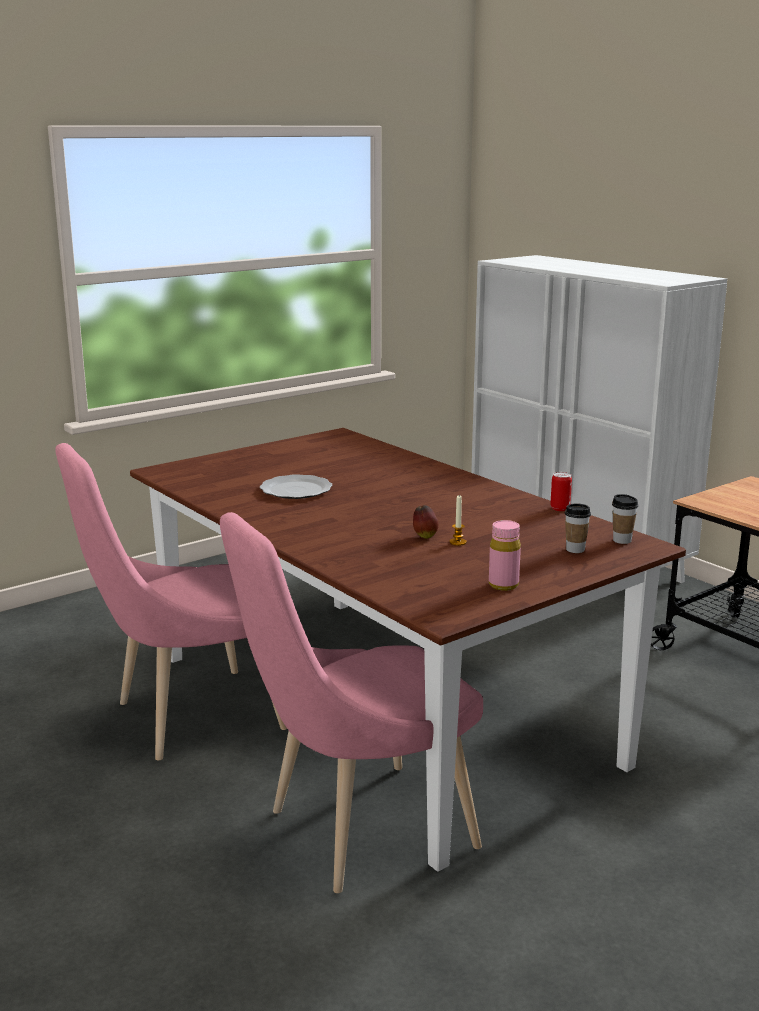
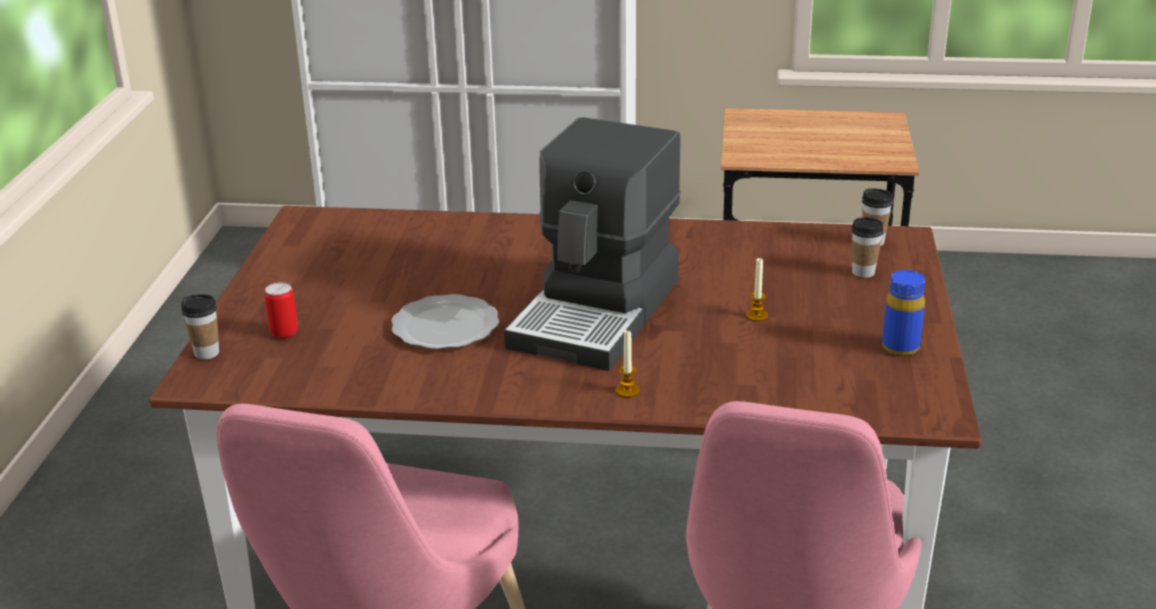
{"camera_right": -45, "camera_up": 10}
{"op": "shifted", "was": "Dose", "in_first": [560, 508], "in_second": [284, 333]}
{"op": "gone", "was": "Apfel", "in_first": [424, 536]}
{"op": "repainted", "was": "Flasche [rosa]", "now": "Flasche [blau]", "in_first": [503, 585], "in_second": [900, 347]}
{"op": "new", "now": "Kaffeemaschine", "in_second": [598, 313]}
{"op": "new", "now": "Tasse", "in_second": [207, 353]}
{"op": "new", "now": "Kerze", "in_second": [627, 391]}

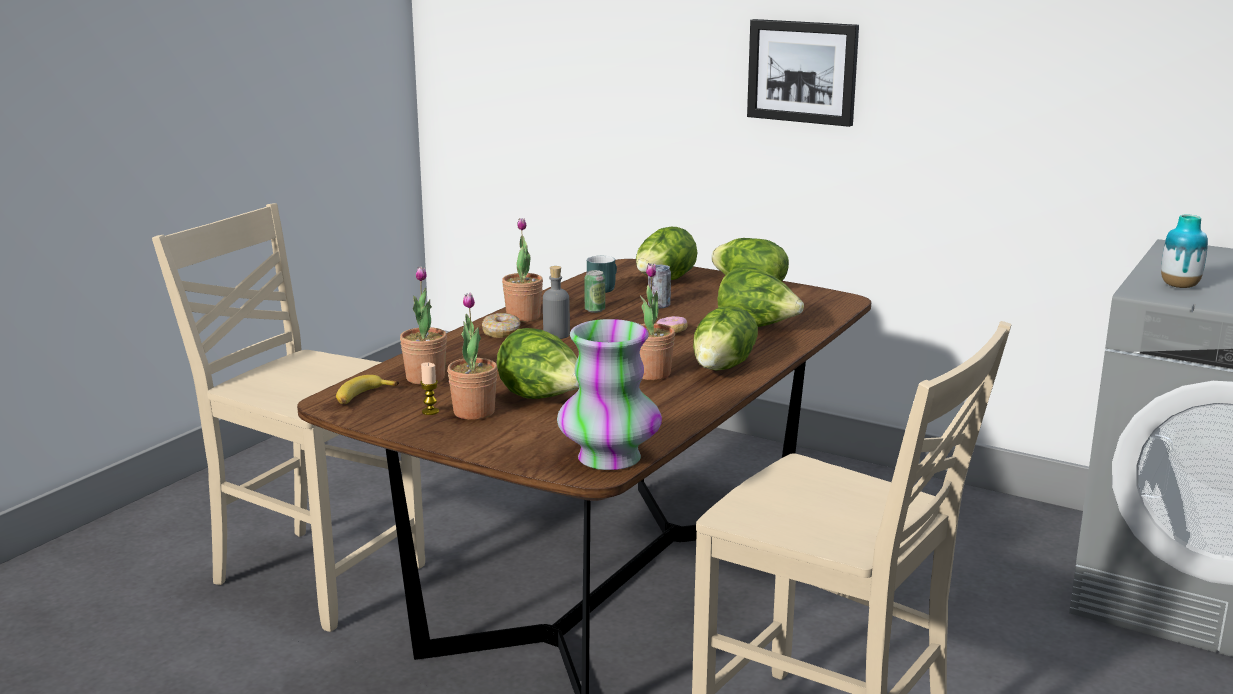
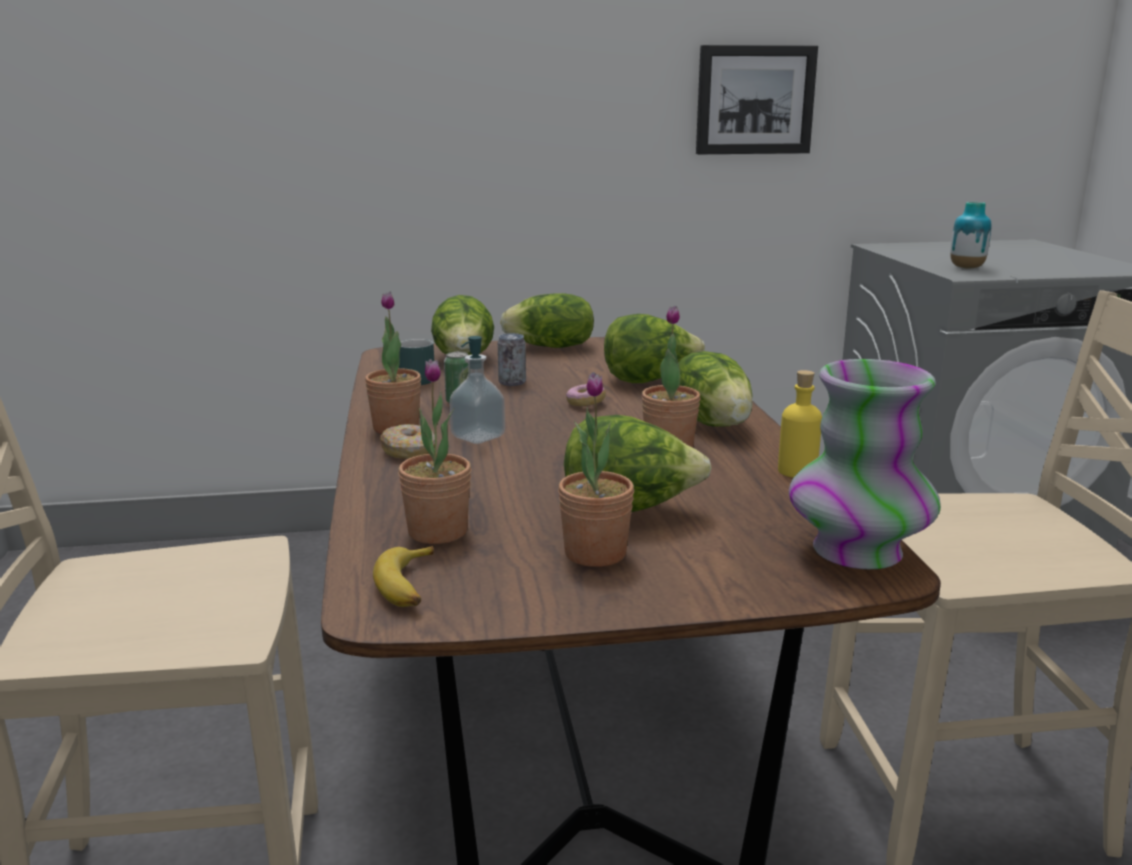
{"camera_right": -40, "camera_up": 0}
{"op": "shifted", "was": "Bild", "in_first": [803, 71], "in_second": [754, 100]}
{"op": "swapped", "was": "Flasche [grau]", "now": "Seifenspender", "in_first": [556, 335], "in_second": [478, 437]}
{"op": "gone", "was": "Kerze", "in_first": [430, 411]}
{"op": "new", "now": "Flasche [gelb]", "in_second": [797, 471]}

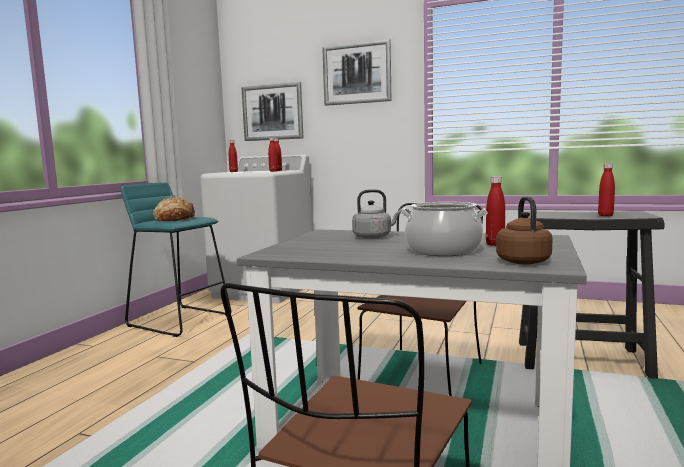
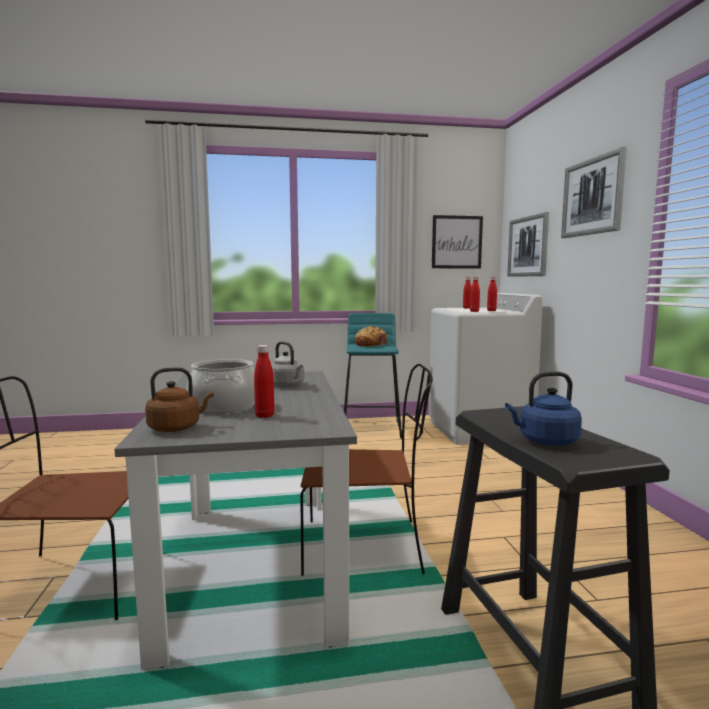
{"camera_right": 60, "camera_up": 0}
{"op": "swapped", "was": "Flasche [rot]", "now": "Wasserkessel [blau]", "in_first": [605, 215], "in_second": [545, 441]}
{"op": "new", "now": "Bild", "in_second": [456, 242]}

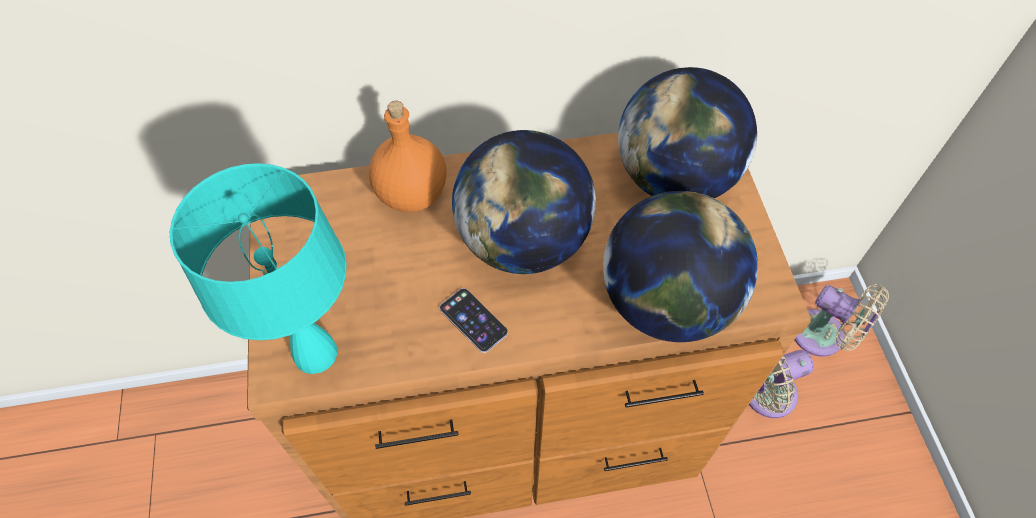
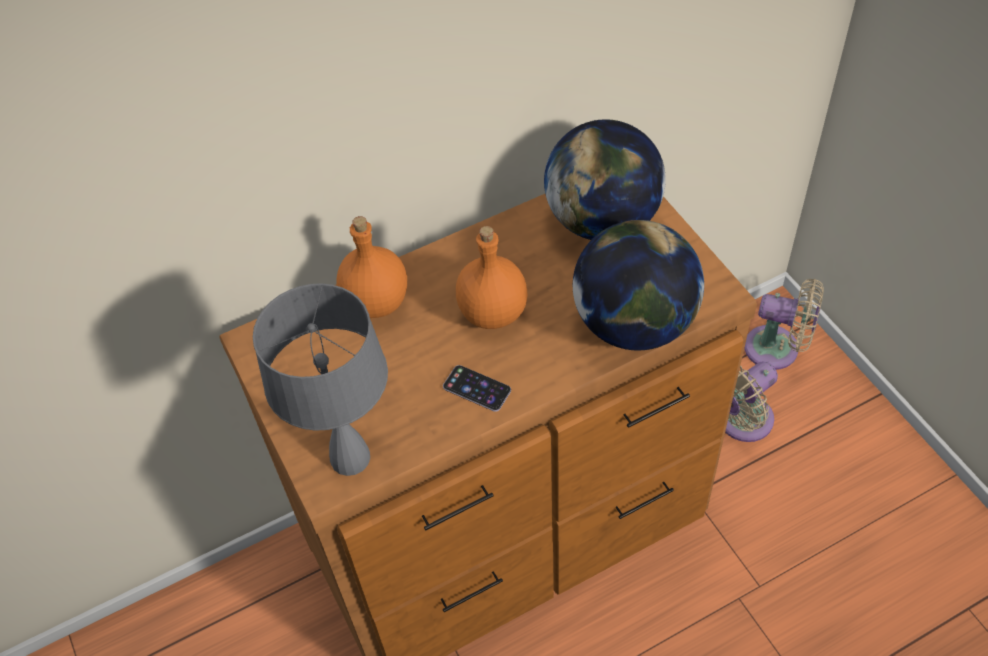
{"camera_right": -15, "camera_up": -5}
{"op": "swapped", "was": "Globus", "now": "Flasche [orange]", "in_first": [523, 241], "in_second": [493, 311]}
{"op": "repainted", "was": "Tischlampe [türkis]", "now": "Tischlampe [grau]", "in_first": [316, 353], "in_second": [351, 457]}

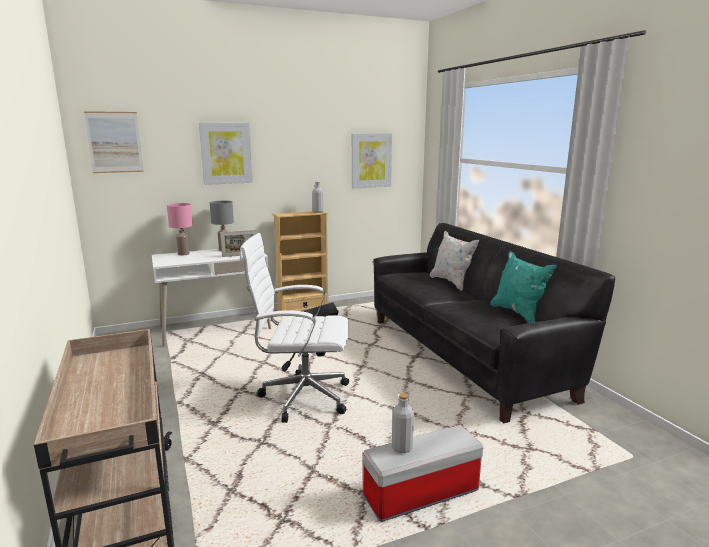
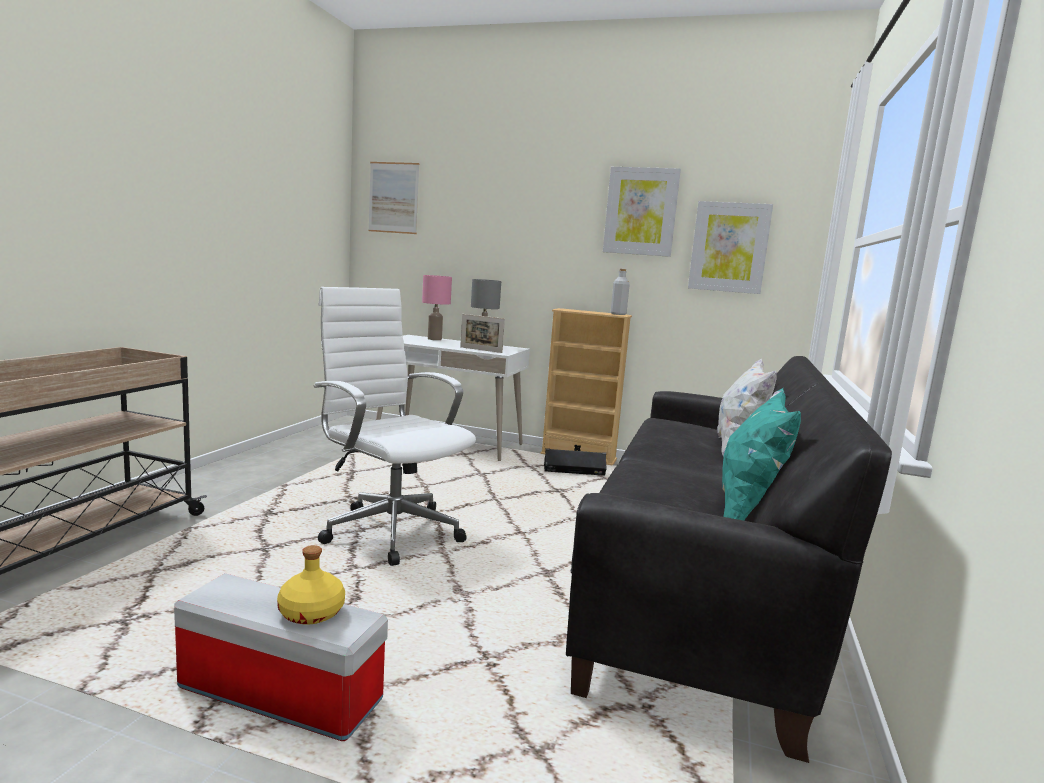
{"camera_right": 40, "camera_up": -5}
{"op": "shifted", "was": "Bild", "in_first": [226, 153], "in_second": [641, 211]}
{"op": "gone", "was": "Flasche [grau]", "in_first": [402, 447]}
{"op": "new", "now": "Flasche [gelb]", "in_second": [311, 613]}

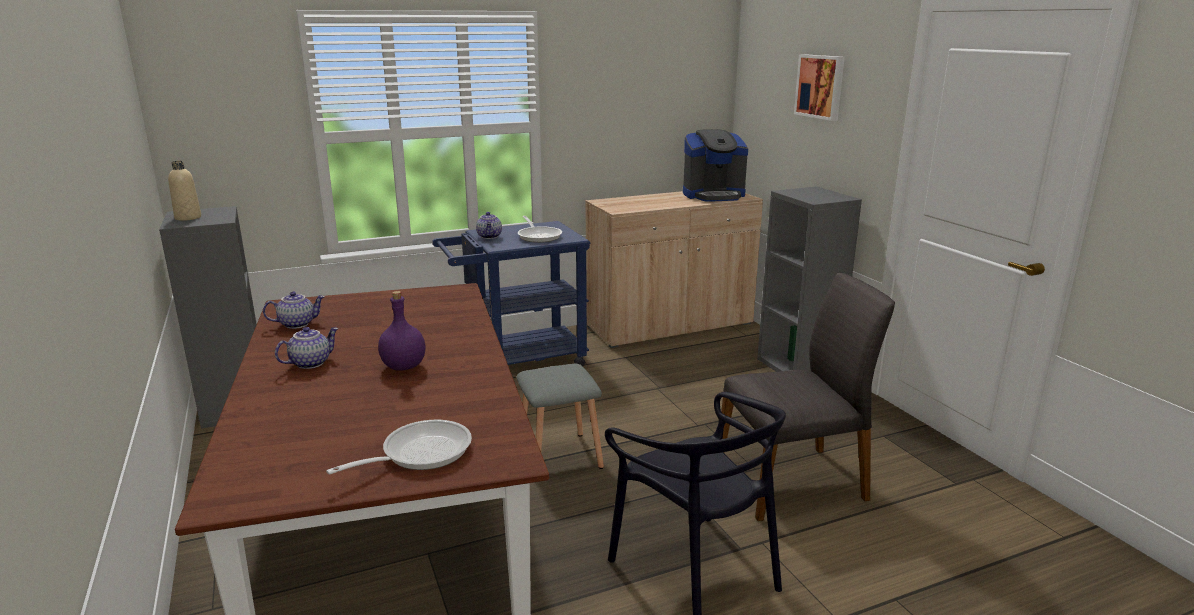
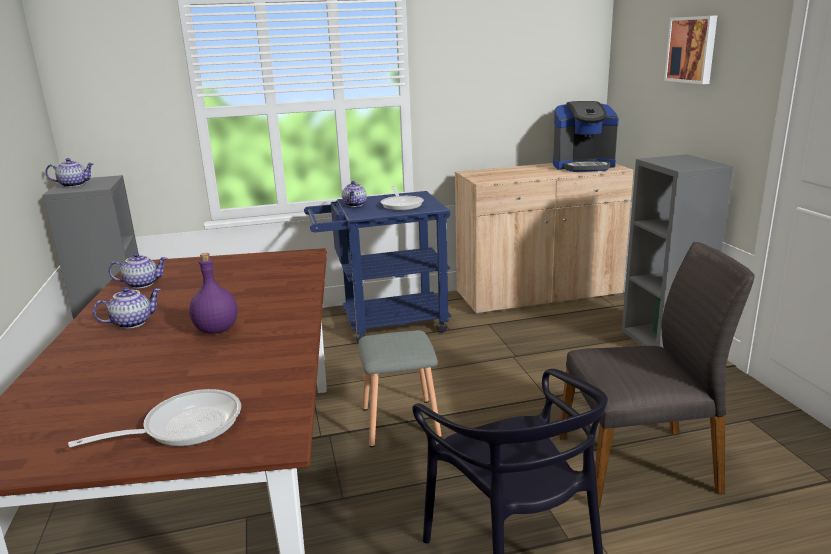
{"camera_right": 10, "camera_up": 0}
{"op": "swapped", "was": "Flasche [beige]", "now": "Teekanne", "in_first": [188, 217], "in_second": [74, 185]}

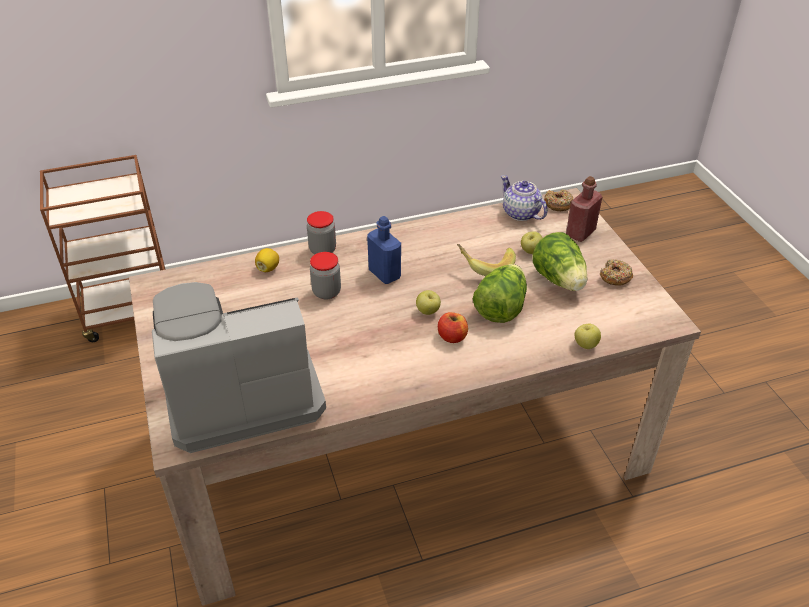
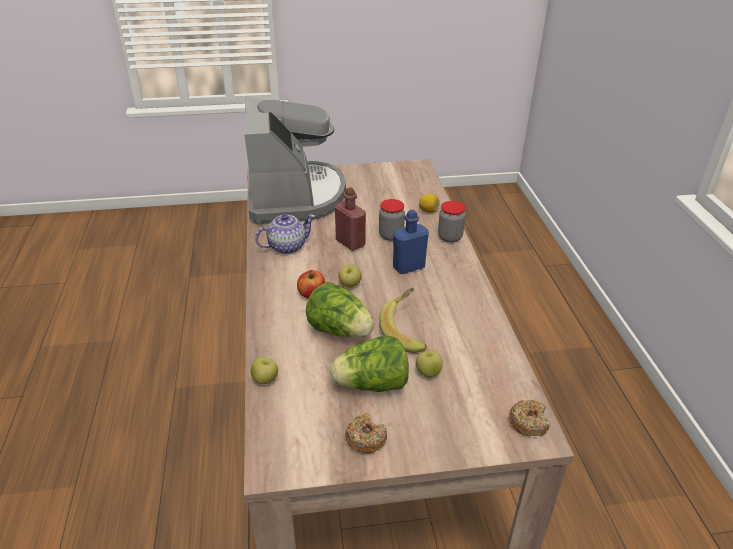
{"camera_right": 100, "camera_up": -5}
{"op": "gone", "was": "Rollwagen [braun]", "in_first": [131, 312]}
{"op": "shifted", "was": "Teekanne", "in_first": [521, 213], "in_second": [286, 246]}
{"op": "shifted", "was": "Flasche [rot]", "in_first": [580, 233], "in_second": [350, 243]}

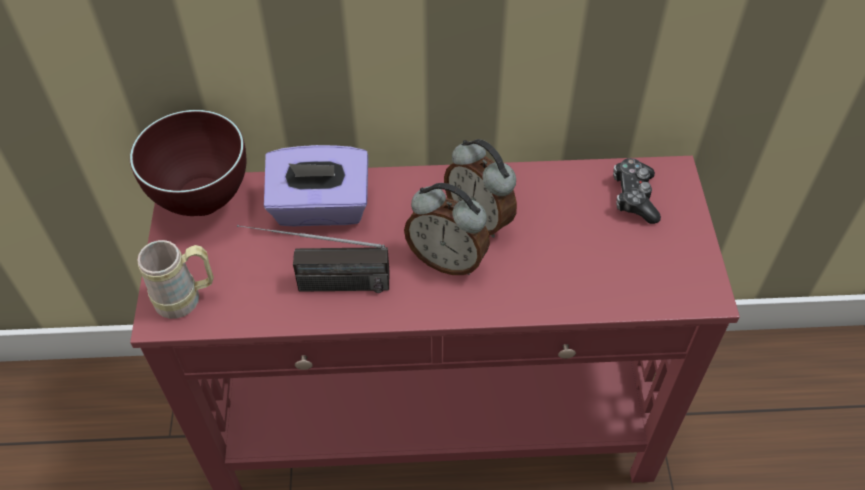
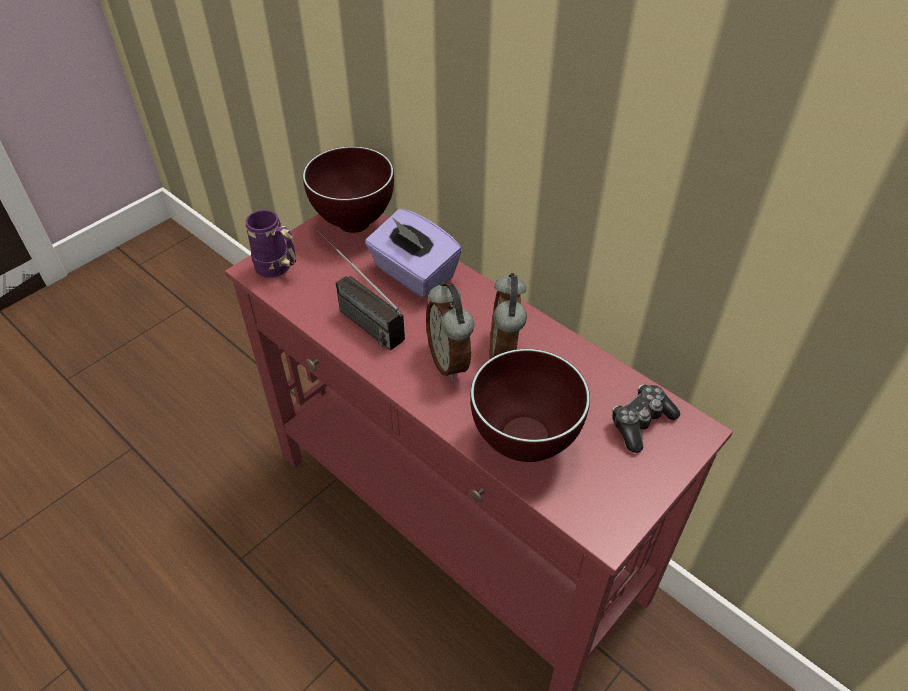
{"camera_right": 45, "camera_up": -5}
{"op": "repainted", "was": "Henkelbecher [beige]", "now": "Henkelbecher [lila]", "in_first": [187, 299], "in_second": [278, 269]}
{"op": "new", "now": "Schüssel [braun]", "in_second": [523, 445]}

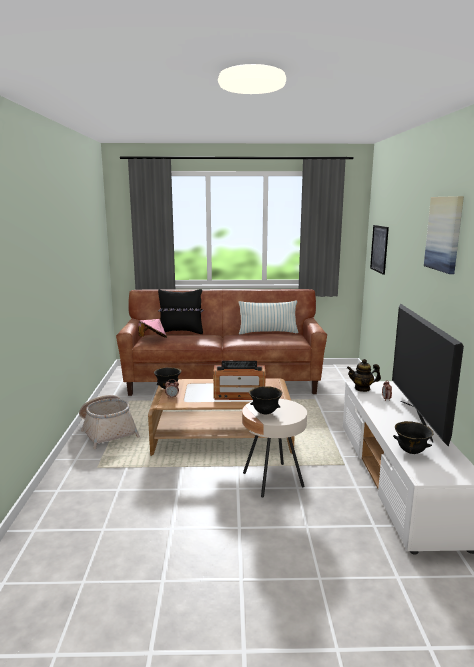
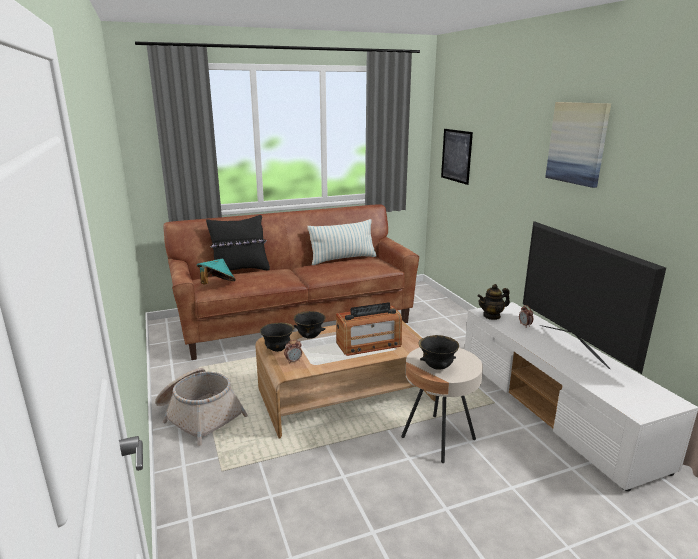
{"camera_right": -20, "camera_up": 5}
{"op": "repainted", "was": "Hut [rosa]", "now": "Hut [türkis]", "in_first": [153, 339], "in_second": [217, 284]}
{"op": "shifted", "was": "Schüssel [schwarz]", "in_first": [410, 452], "in_second": [309, 337]}

